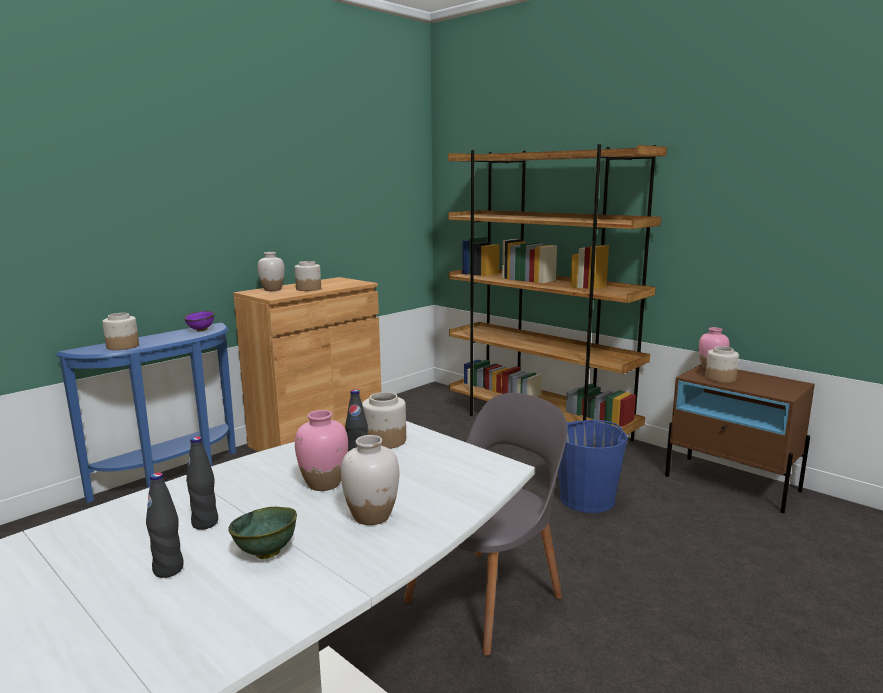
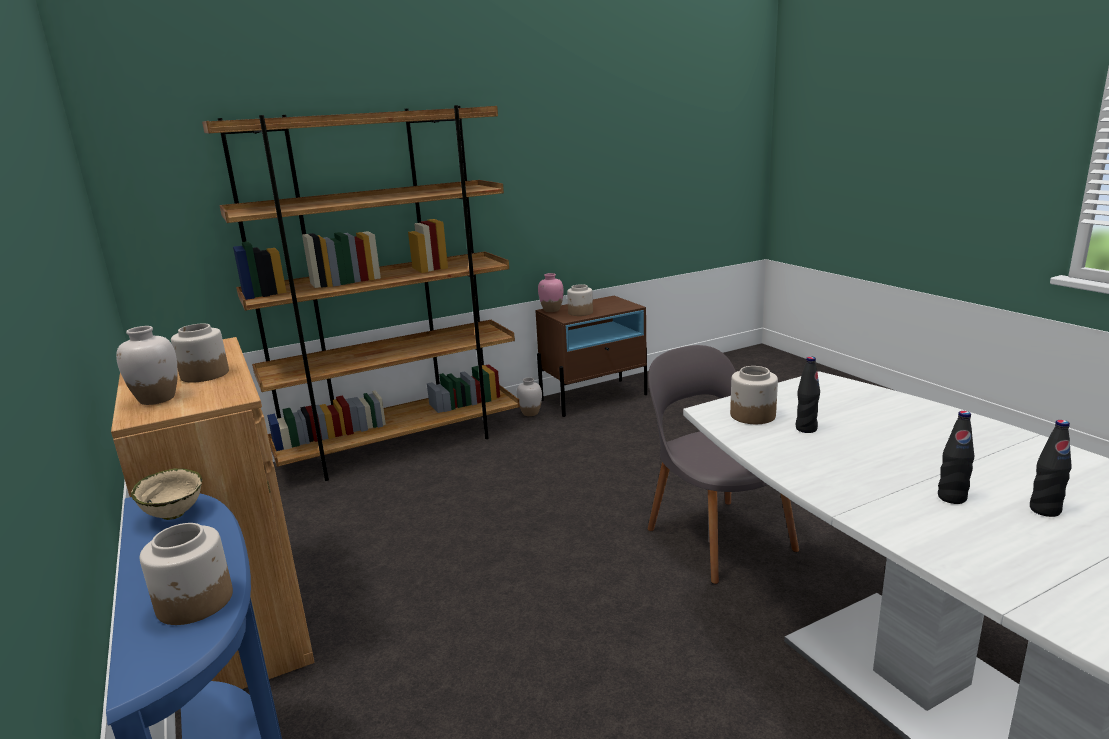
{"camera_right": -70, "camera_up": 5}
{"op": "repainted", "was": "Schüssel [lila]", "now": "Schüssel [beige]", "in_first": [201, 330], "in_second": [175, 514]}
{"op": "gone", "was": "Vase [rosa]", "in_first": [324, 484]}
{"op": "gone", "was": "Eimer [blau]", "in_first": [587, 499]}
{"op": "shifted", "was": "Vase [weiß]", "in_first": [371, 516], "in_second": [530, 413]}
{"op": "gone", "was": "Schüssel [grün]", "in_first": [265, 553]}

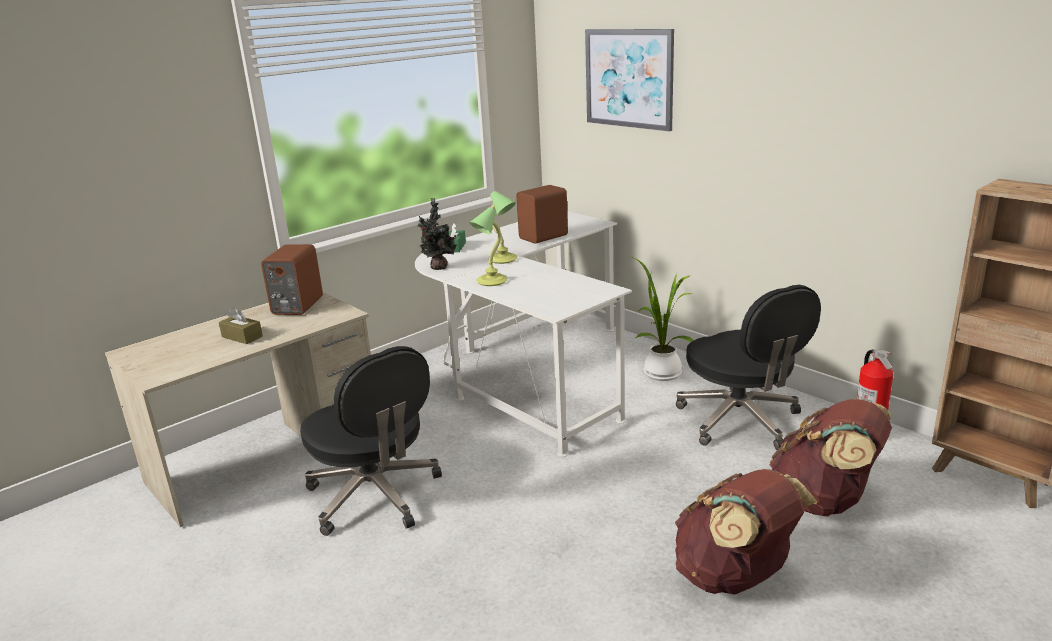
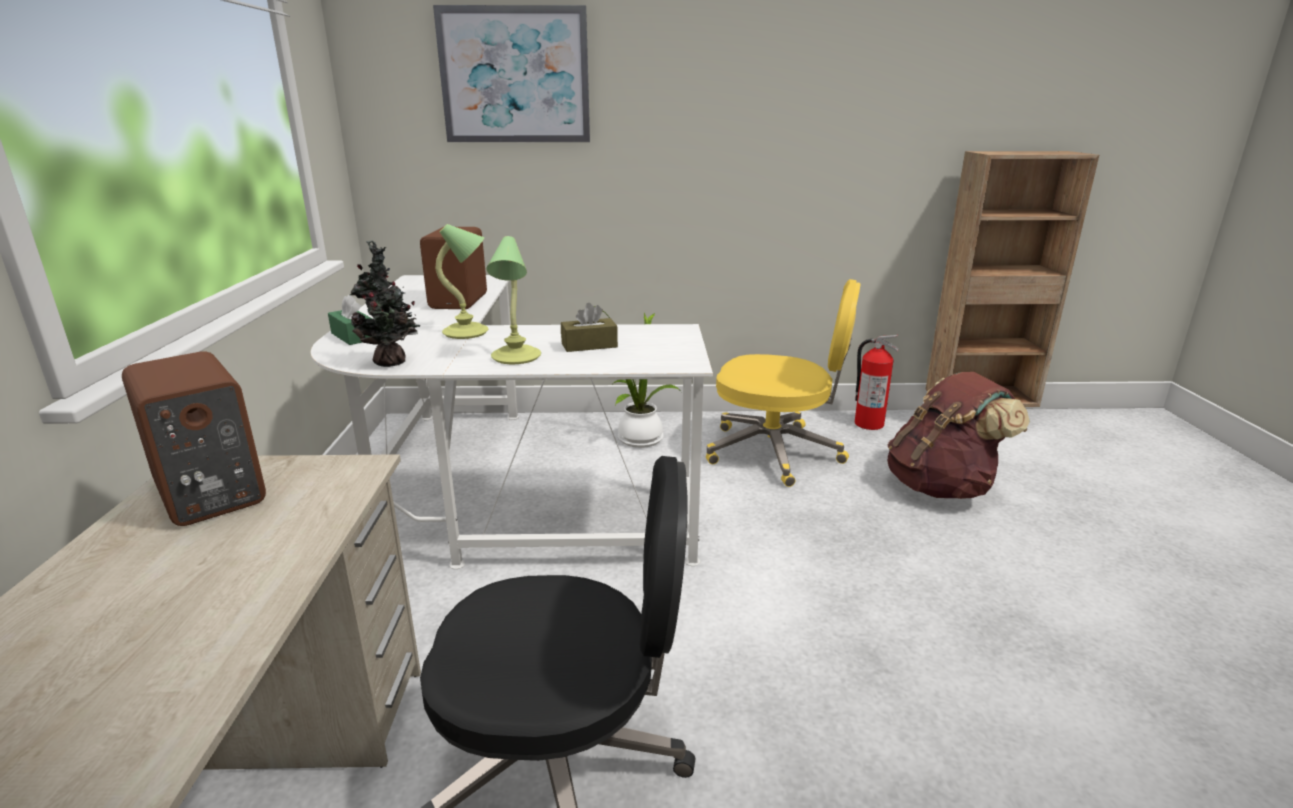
{"camera_right": -50, "camera_up": 0}
{"op": "repainted", "was": "Bürostuhl [schwarz]", "now": "Bürostuhl [gelb]", "in_first": [740, 421], "in_second": [776, 452]}
{"op": "shifted", "was": "Taschentuchbox [braun]", "in_first": [242, 337], "in_second": [589, 345]}
{"op": "gone", "was": "Rucksack [braun]", "in_first": [734, 577]}

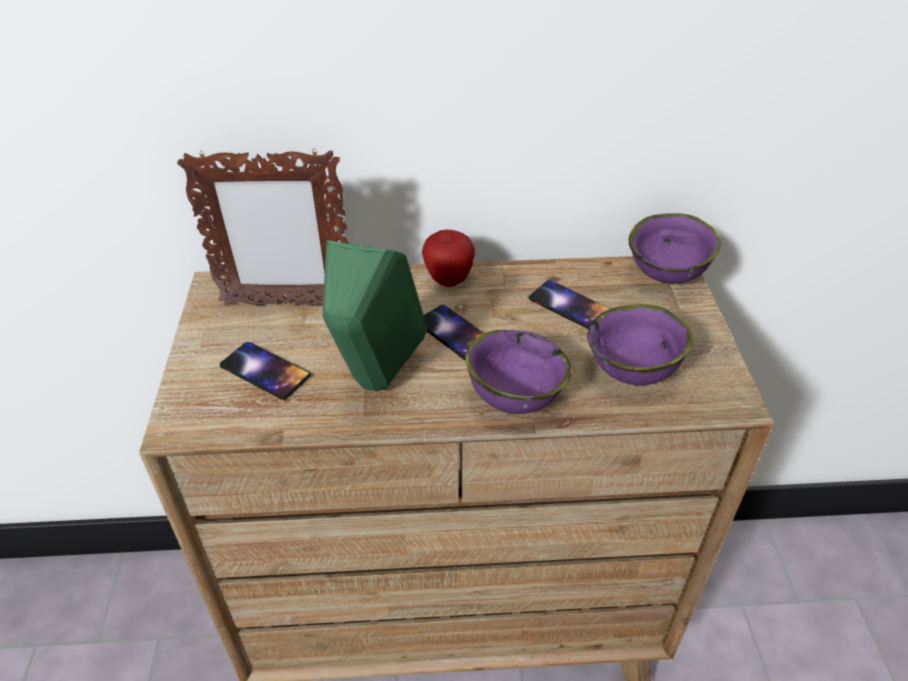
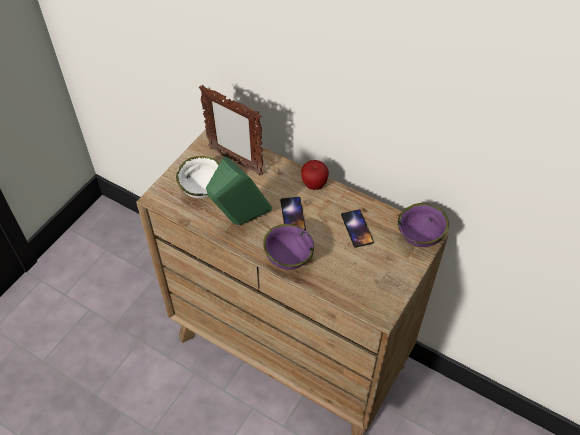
{"camera_right": 35, "camera_up": 10}
{"op": "gone", "was": "Schüssel [lila]", "in_first": [632, 375]}
{"op": "swapped", "was": "Handy", "now": "Schüssel [weiß]", "in_first": [265, 371], "in_second": [203, 190]}

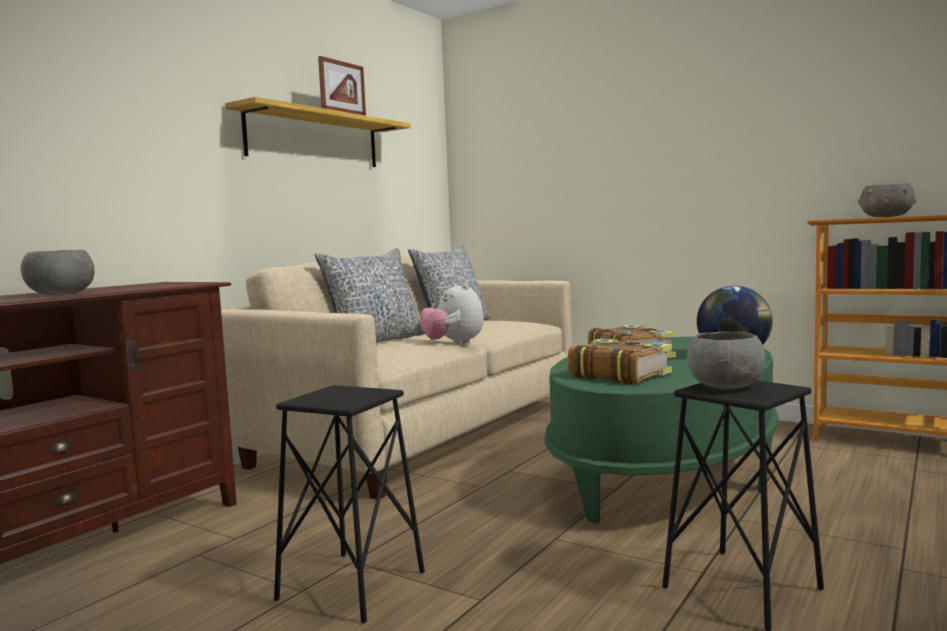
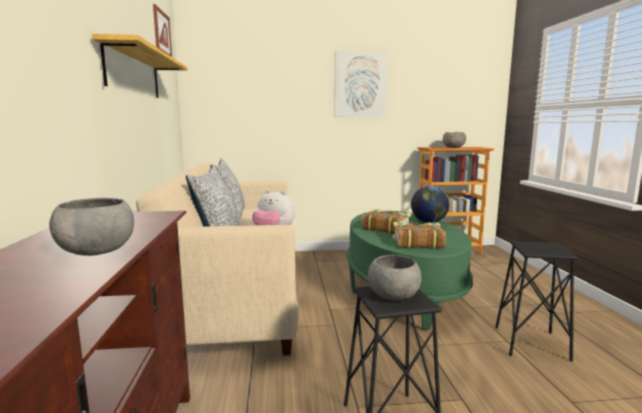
{"camera_right": -40, "camera_up": 5}
{"op": "shifted", "was": "Schüssel [grau]", "in_first": [726, 386], "in_second": [393, 295]}
{"op": "new", "now": "Bild", "in_second": [360, 85]}

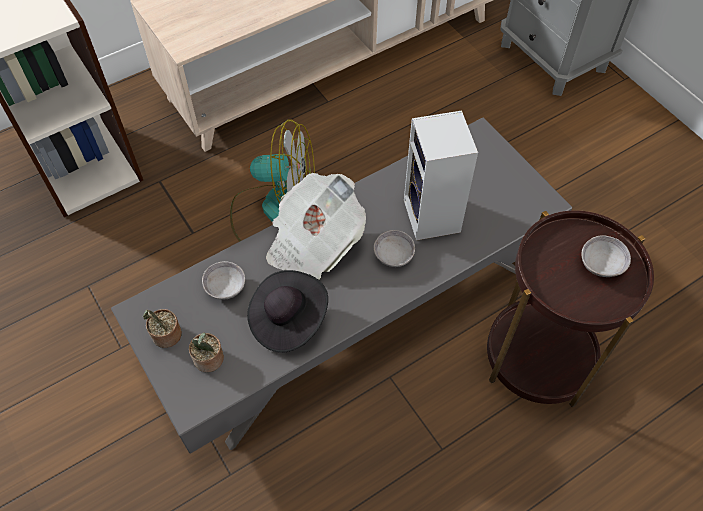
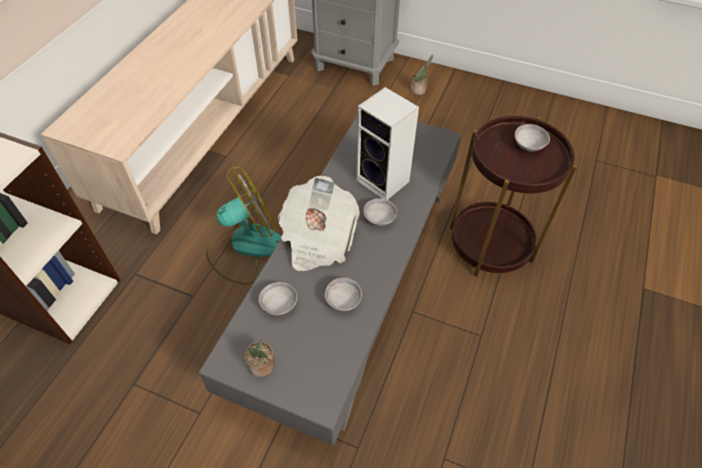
{"camera_right": -35, "camera_up": -5}
{"op": "swapped", "was": "Hut [schwarz]", "now": "Schüssel [grau]", "in_first": [287, 319], "in_second": [343, 300]}
{"op": "shifted", "was": "Topfpflanze", "in_first": [209, 360], "in_second": [419, 90]}

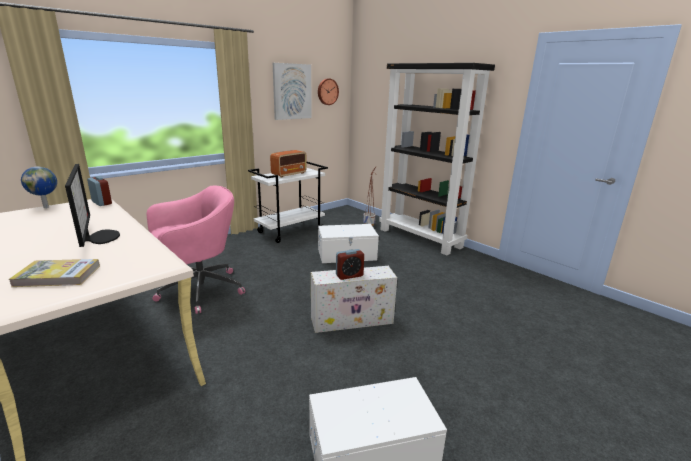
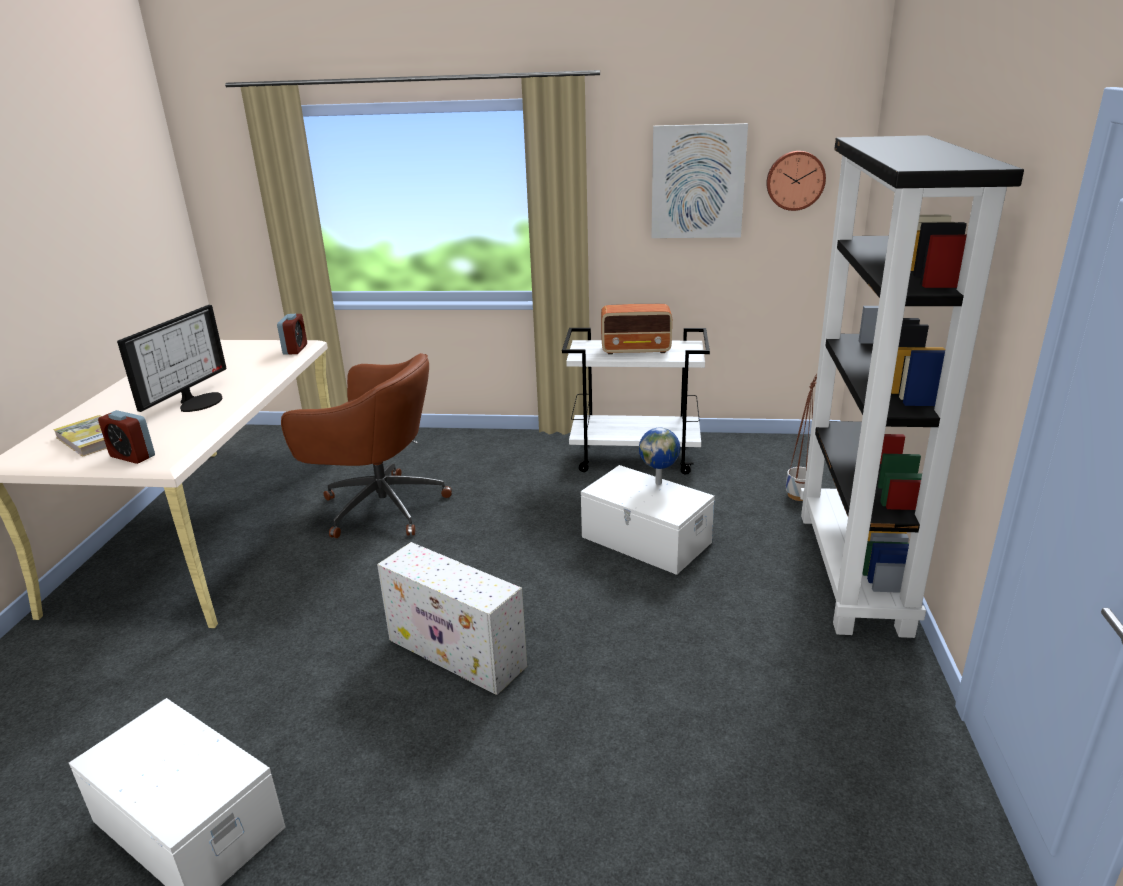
{"camera_right": 50, "camera_up": 5}
{"op": "shifted", "was": "Globus", "in_first": [46, 207], "in_second": [659, 482]}
{"op": "repainted", "was": "Bürostuhl [rosa]", "now": "Bürostuhl [braun]", "in_first": [198, 291], "in_second": [380, 506]}
{"op": "shifted", "was": "Wecker", "in_first": [349, 275], "in_second": [132, 456]}

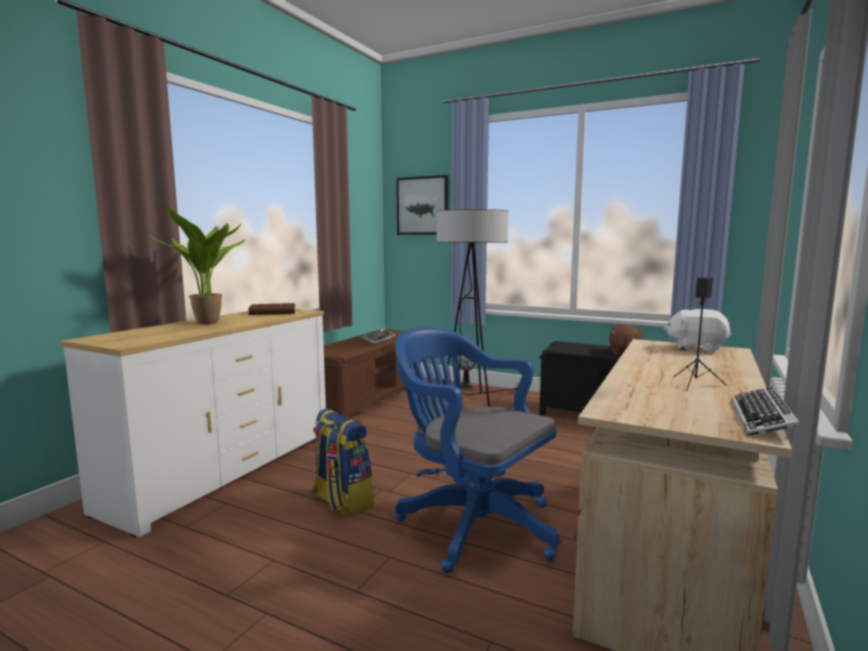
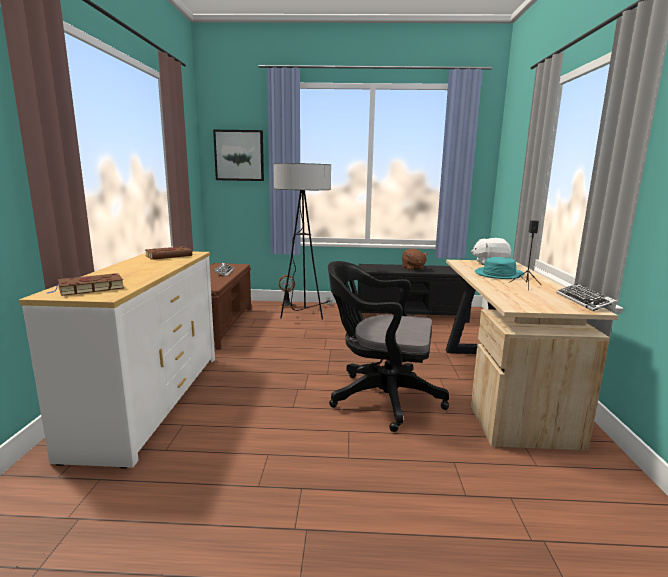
{"camera_right": -25, "camera_up": 5}
{"op": "gone", "was": "Topfpflanze", "in_first": [210, 323]}
{"op": "repainted", "was": "Bürostuhl [blau]", "now": "Bürostuhl [schwarz]", "in_first": [471, 523], "in_second": [380, 398]}
{"op": "gone", "was": "Rucksack", "in_first": [341, 501]}
{"op": "new", "now": "Hut [türkis]", "in_second": [498, 274]}
{"op": "new", "now": "Buch [braun]", "in_second": [89, 288]}

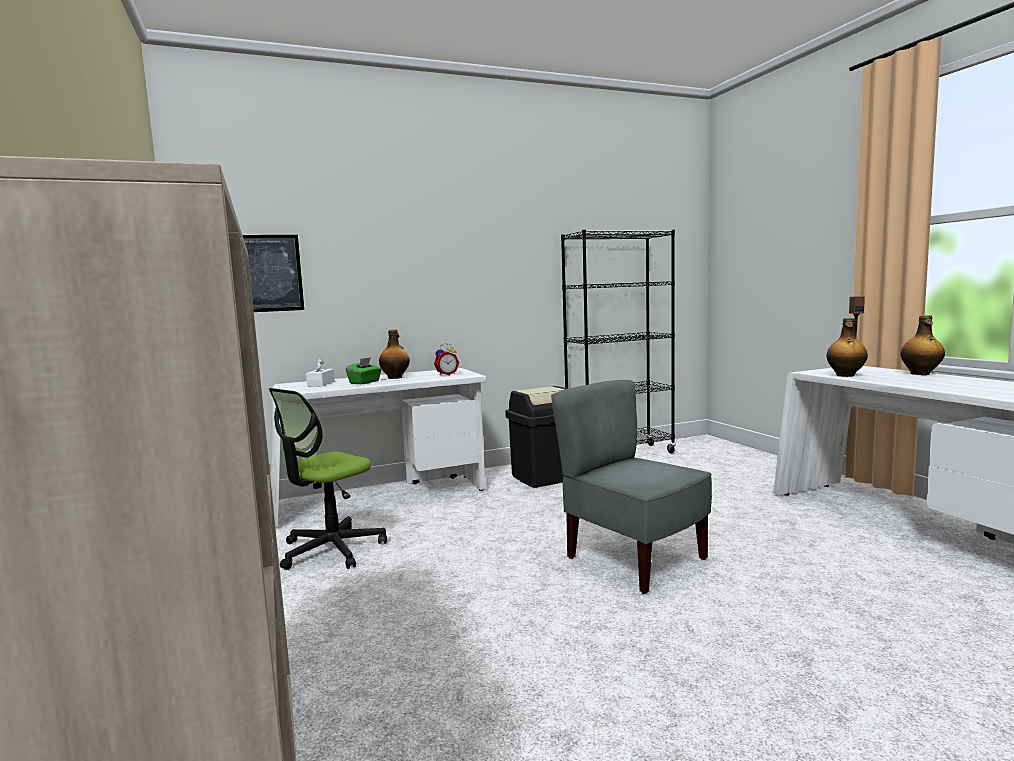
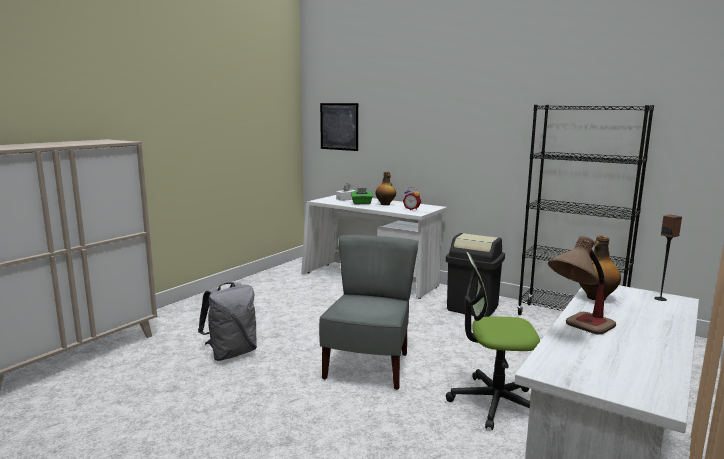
{"camera_right": 55, "camera_up": 5}
{"op": "gone", "was": "Flasche", "in_first": [920, 374]}
{"op": "shifted", "was": "Bürostuhl", "in_first": [331, 550], "in_second": [494, 402]}
{"op": "new", "now": "Tischlampe", "in_second": [579, 331]}
{"op": "new", "now": "Rucksack [grau]", "in_second": [231, 353]}

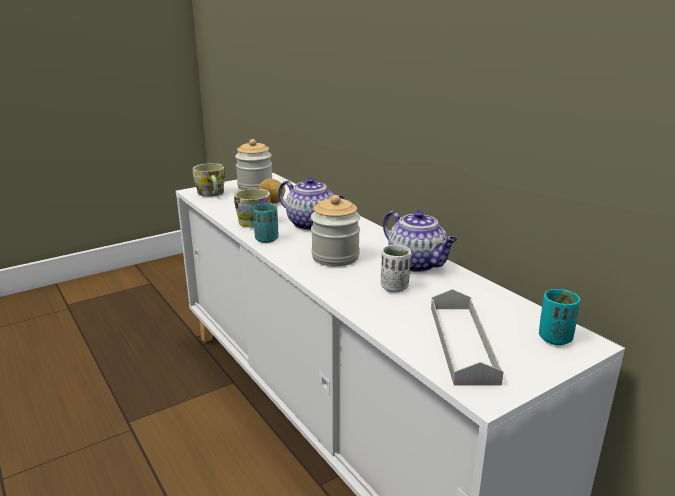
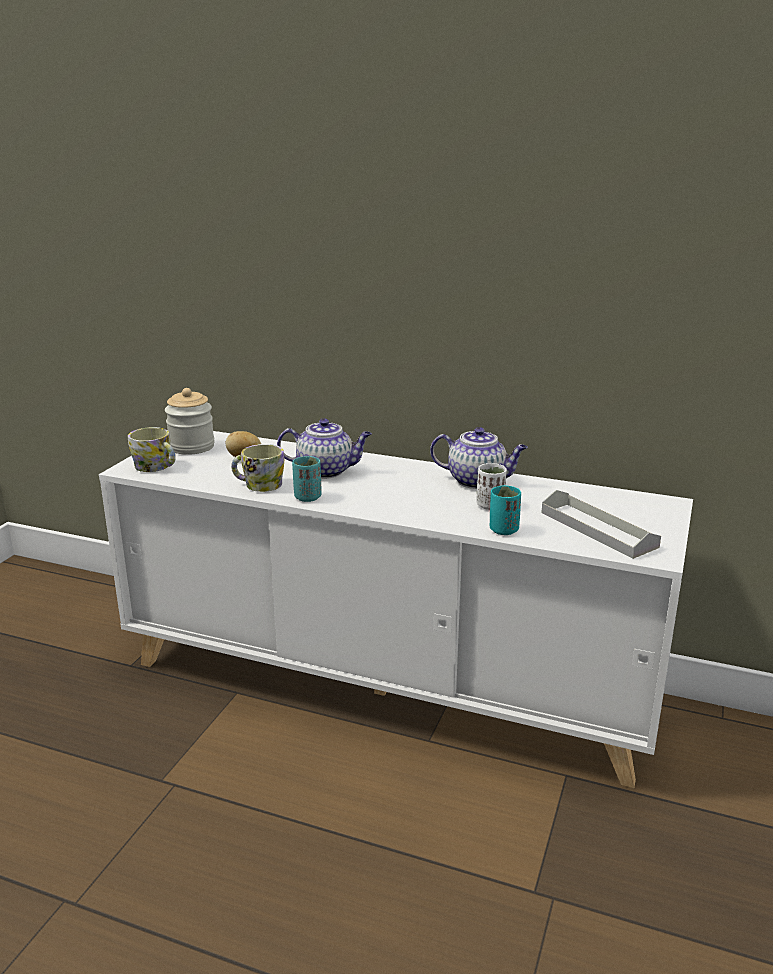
{"camera_right": -35, "camera_up": 0}
{"op": "gone", "was": "Vorratsglas", "in_first": [335, 257]}
{"op": "shifted", "was": "Tasse [türkis]", "in_first": [555, 338], "in_second": [503, 530]}

